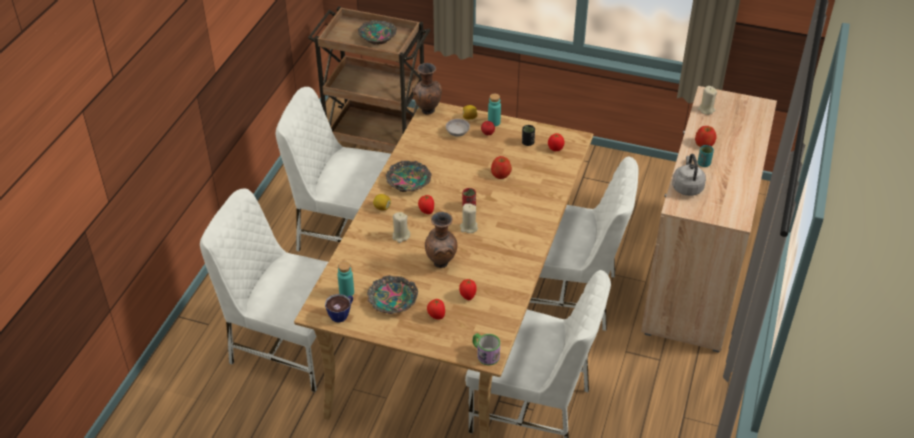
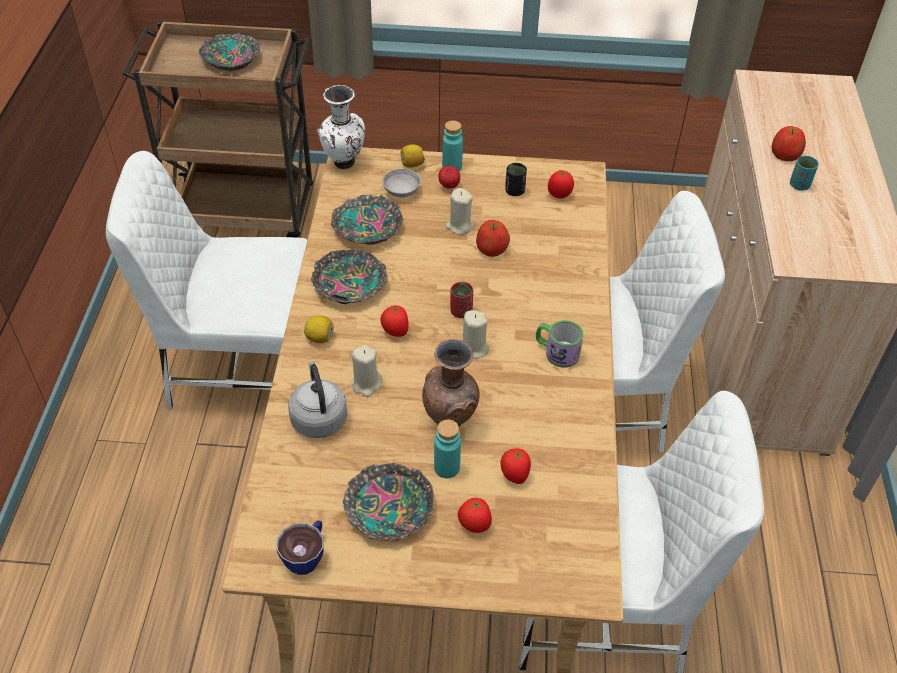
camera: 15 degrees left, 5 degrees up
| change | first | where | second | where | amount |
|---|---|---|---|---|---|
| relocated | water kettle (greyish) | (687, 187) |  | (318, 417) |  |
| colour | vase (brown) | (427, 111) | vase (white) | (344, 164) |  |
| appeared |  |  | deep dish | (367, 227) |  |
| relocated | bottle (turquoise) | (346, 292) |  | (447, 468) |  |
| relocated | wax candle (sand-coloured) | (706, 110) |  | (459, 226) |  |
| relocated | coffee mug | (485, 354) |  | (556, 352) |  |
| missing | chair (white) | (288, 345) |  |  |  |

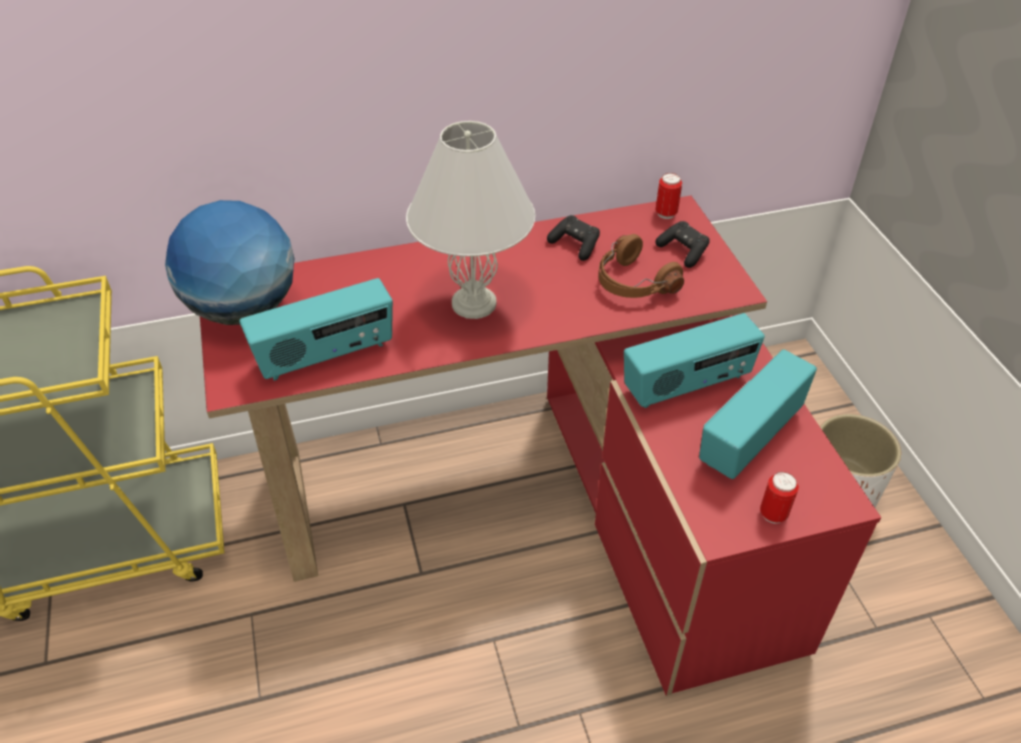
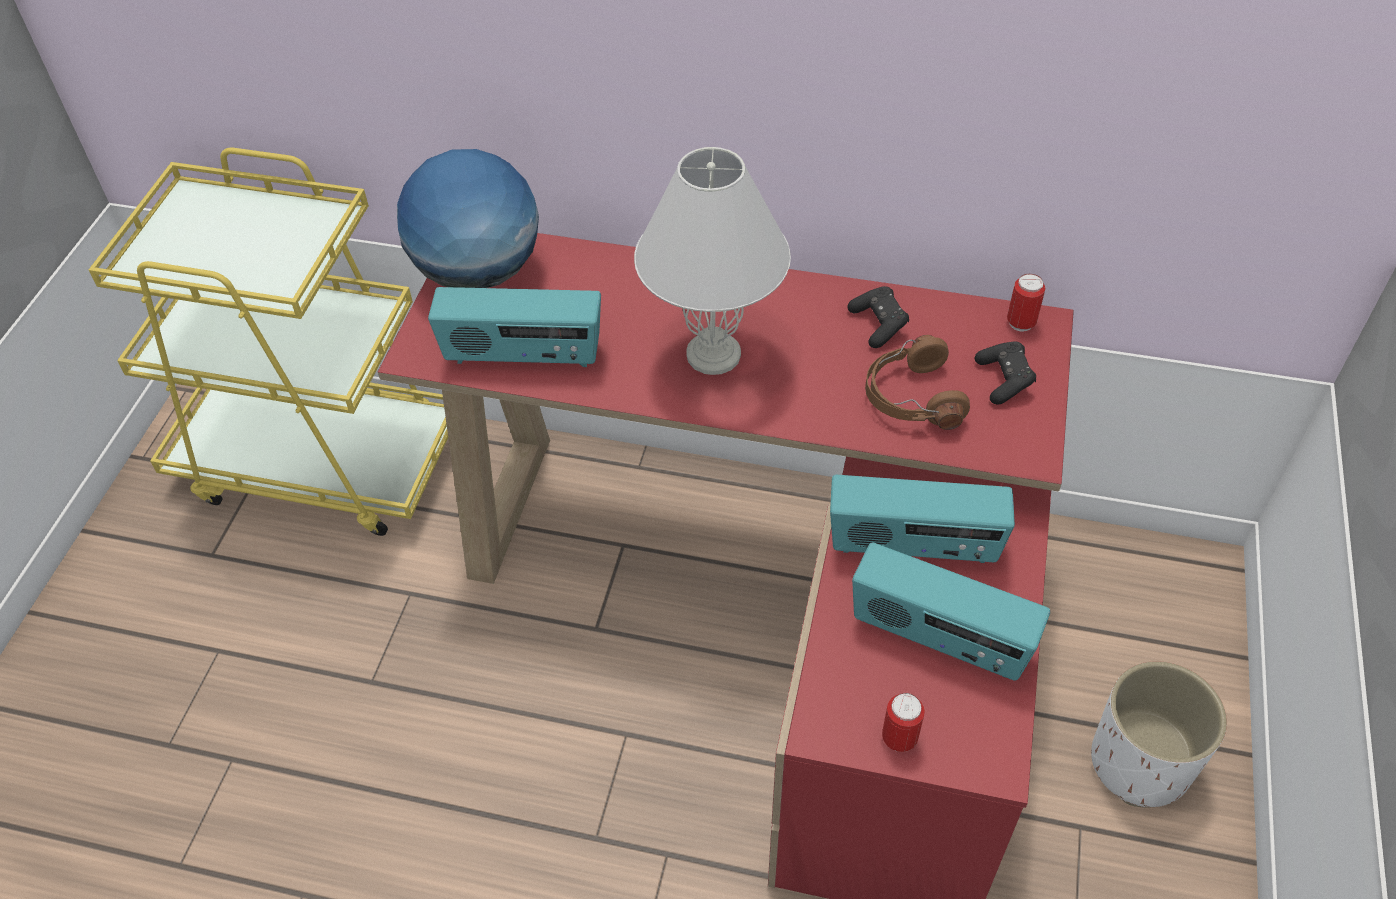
camera: 30 degrees right, 5 degrees up
| change | first | where | second | where | amount |
|---|---|---|---|---|---|
| spun | radio receiver | (748, 437) |  | (939, 638) | 135 degrees counterclockwise |

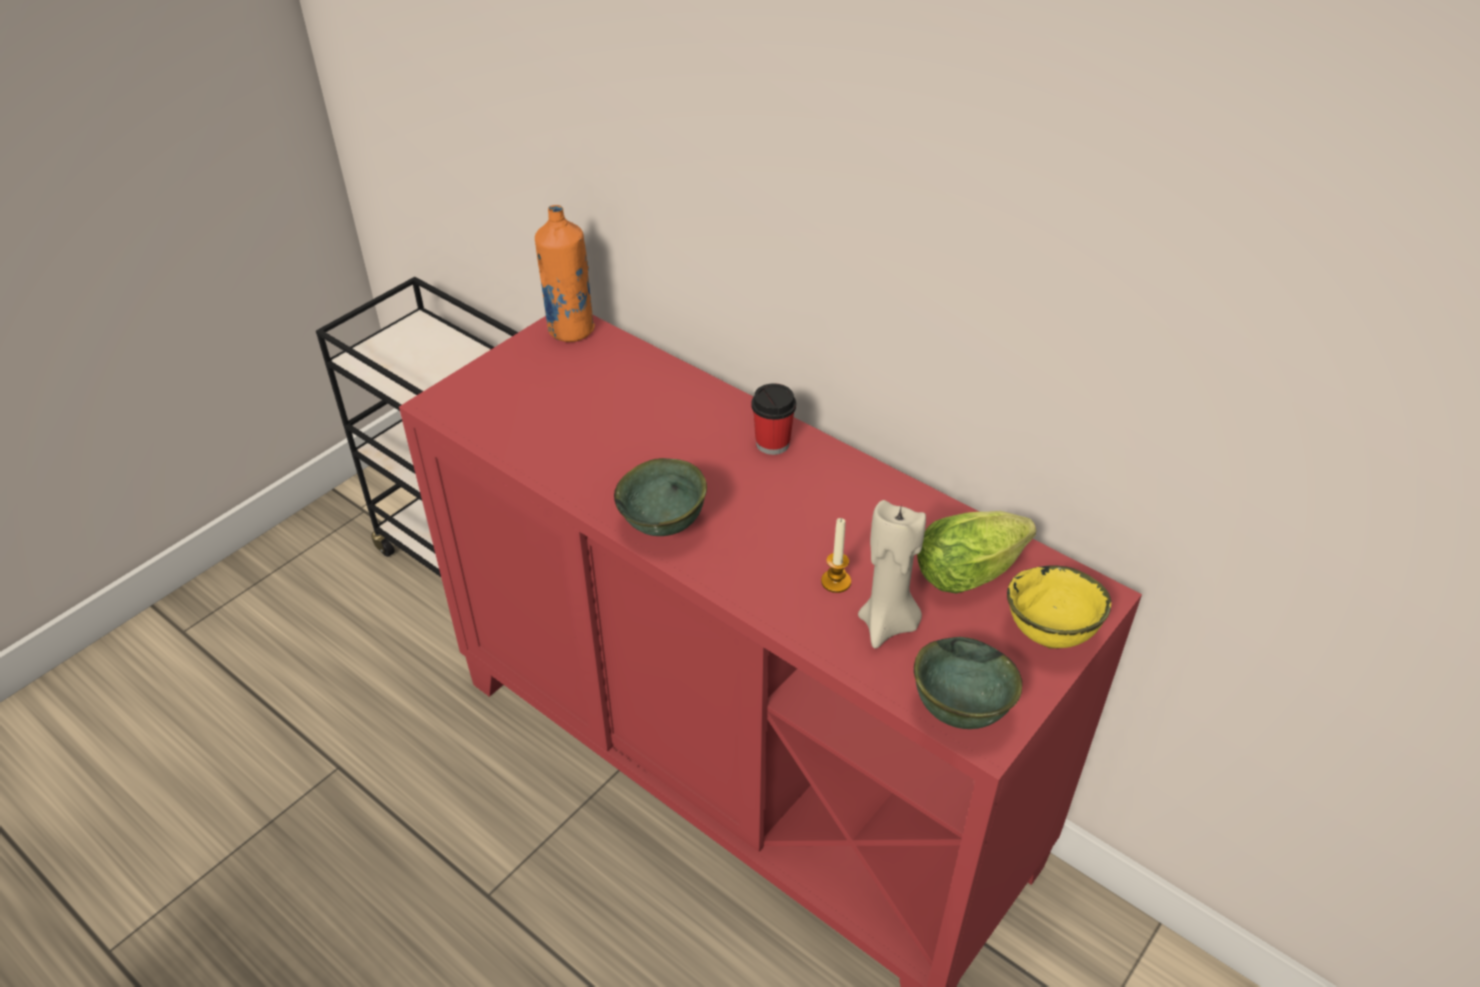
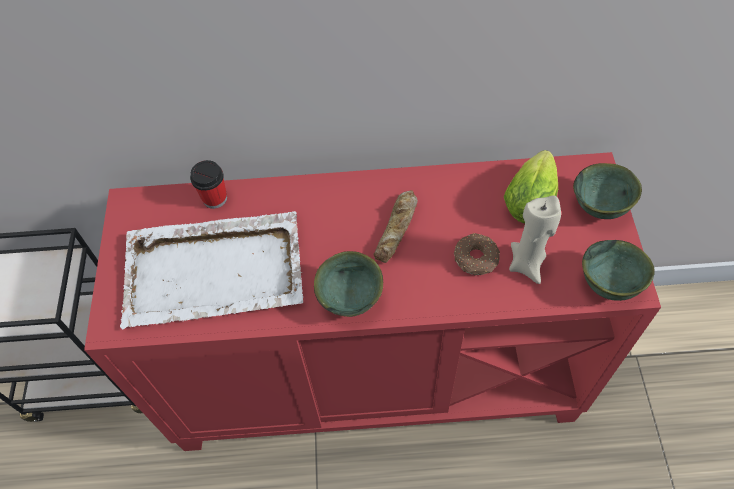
camera: 40 degrees left, 15 degrees up
| change | first | where | second | where | amount |
|---|---|---|---|---|---|
| appeared |  |  | serving tray (white) | (216, 271) |  |
| relocated | cup | (772, 443) |  | (215, 198) |  |
| appeared |  |  | baked bread | (397, 229) |  |
| exchanged | wax candle | (836, 581) | donut | (476, 259) |  |
| colour | deep dish (yellowish) | (1048, 635) | deep dish (greenish) | (599, 208) |  |
| missing | bottle (orange) | (570, 330) |  |  |  |

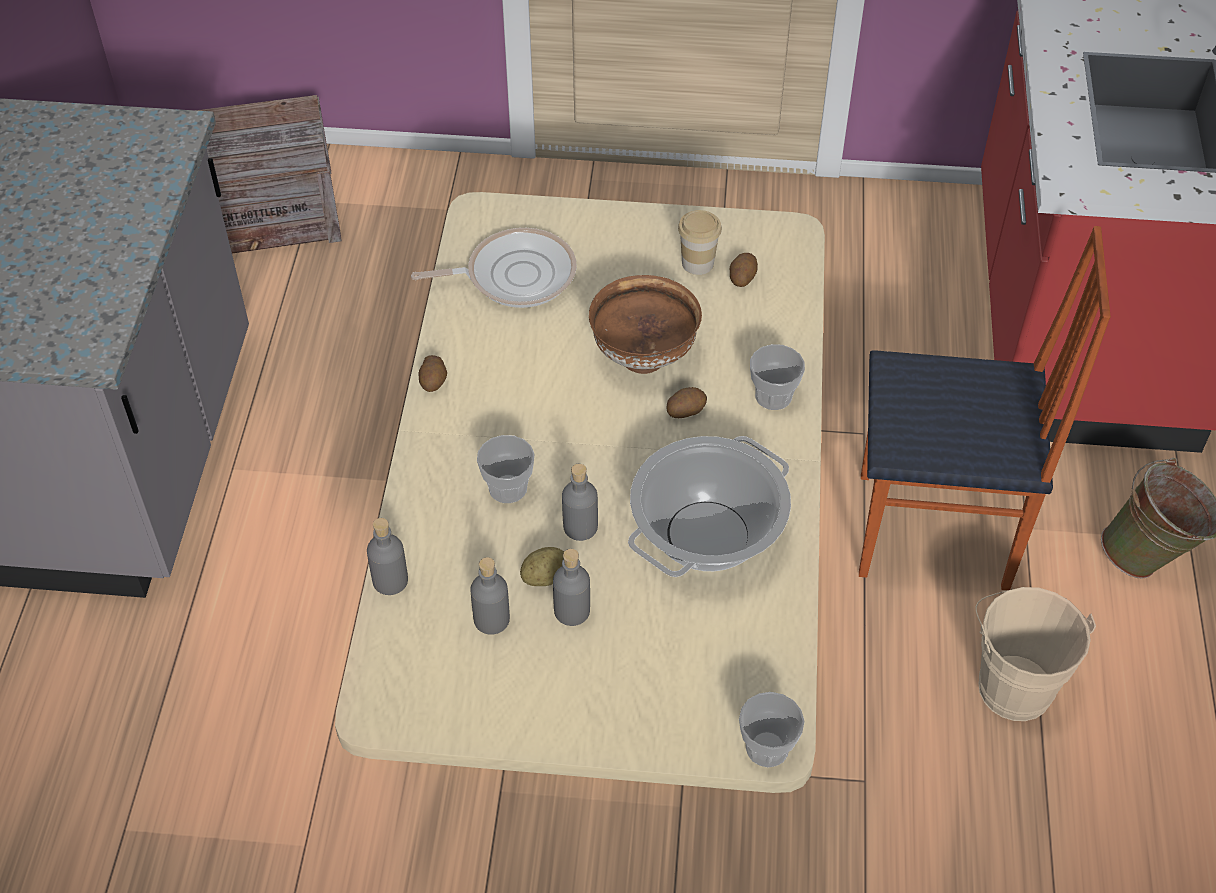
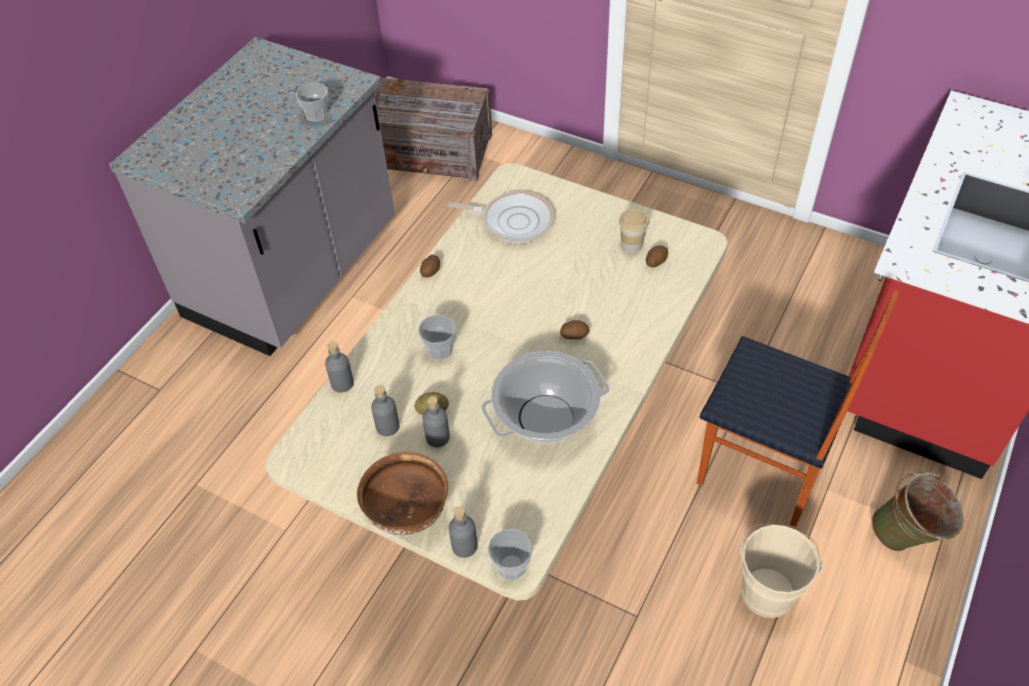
camera: 25 degrees right, 0 degrees up
| change | first | where | second | where | amount |
|---|---|---|---|---|---|
| relocated | cup | (773, 396) |  | (316, 115) |  |
| relocated | deep dish (brown) | (643, 356) |  | (407, 513) |  |
| relocated | bottle (greyish) | (580, 527) |  | (464, 546) |  |

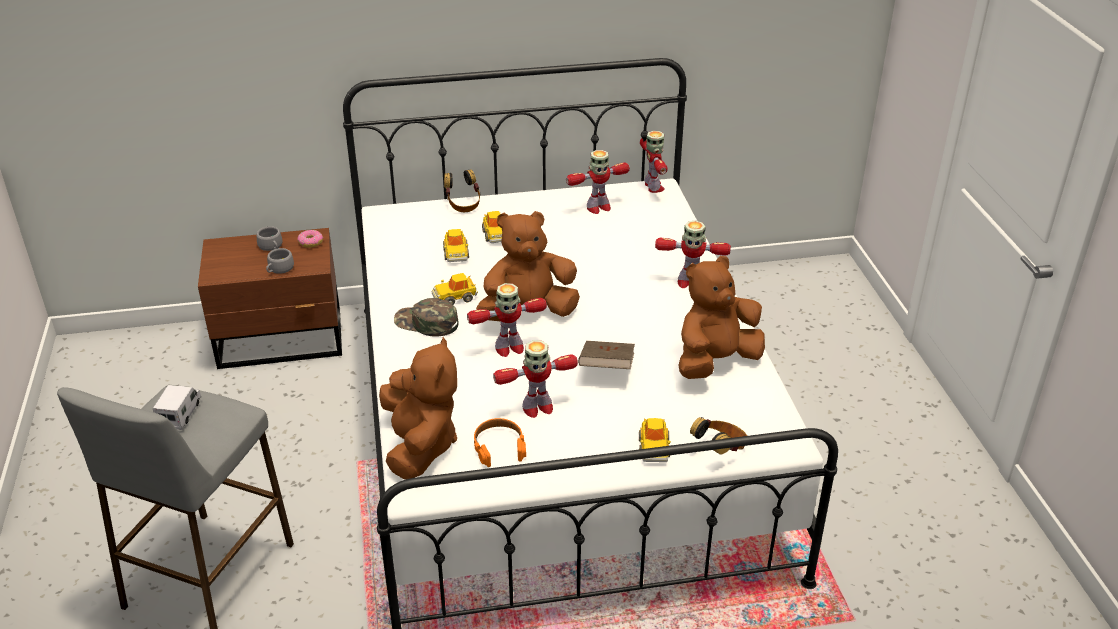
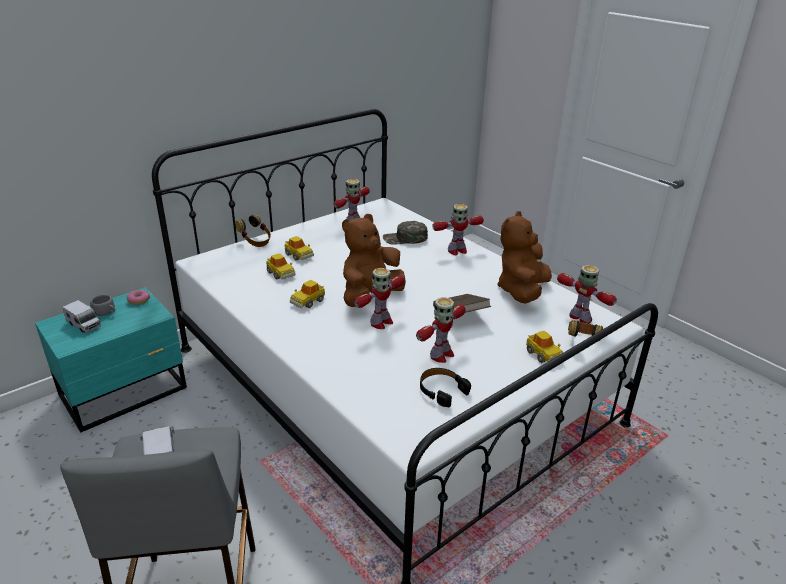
camera: 30 degrees left, 5 degrees down
| change | first | where | second | where | amount |
|---|---|---|---|---|---|
| colour | night table (brown) | (282, 340) | night table (turquoise) | (125, 392) |  |
| appeared |  |  | toy lorry | (84, 325) |  |
| relocated | peaked cap (greenish) | (426, 323) |  | (405, 238) |  |
| colour | headset (orange) | (499, 447) | headset (black) | (442, 390) |  |
| relocated | robot figure | (653, 187) |  | (581, 318) |  |
| missing | cup (greyish) | (279, 269) |  |  |  |
| missing | cuddly toy (brown) | (420, 446) |  |  |  |

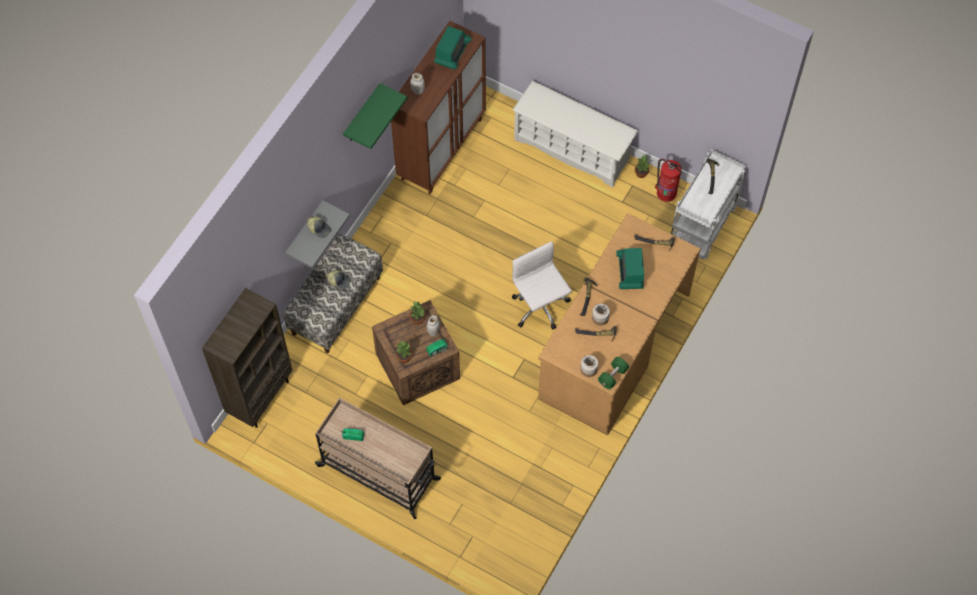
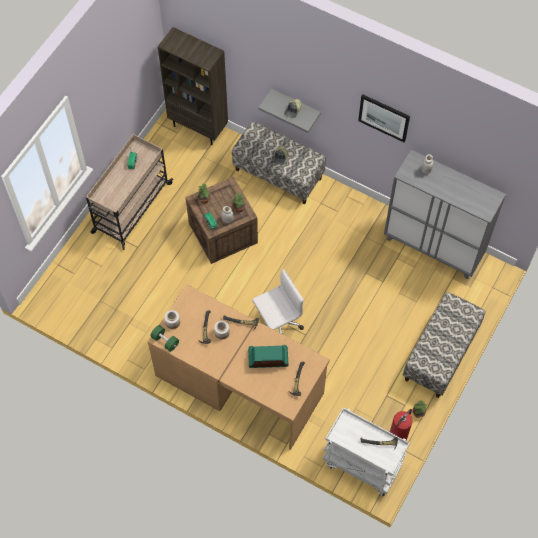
camera: 90 degrees right, 0 degrees up
| change | first | where | second | where | amount |
|---|---|---|---|---|---|
| exchanged | bracket shelf (greenish) | (362, 115) | wall art | (384, 117) |  |
| colour | cabinet (brown) | (441, 149) | cabinet (greyish) | (433, 248) |  |
| exchanged | shoe shelf (white) | (572, 149) | indoor bench | (440, 354) |  |
| missing | radio receiver | (452, 52) |  |  |  |

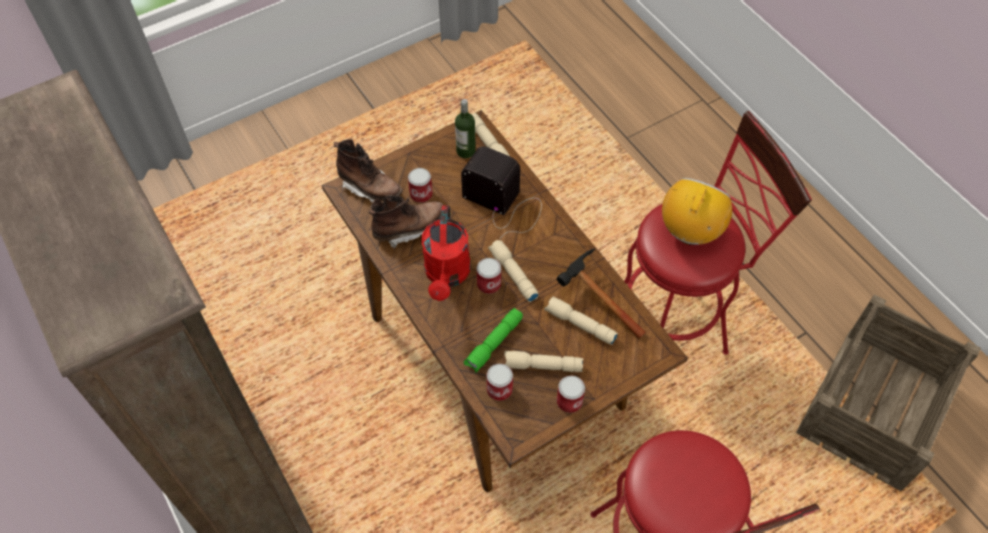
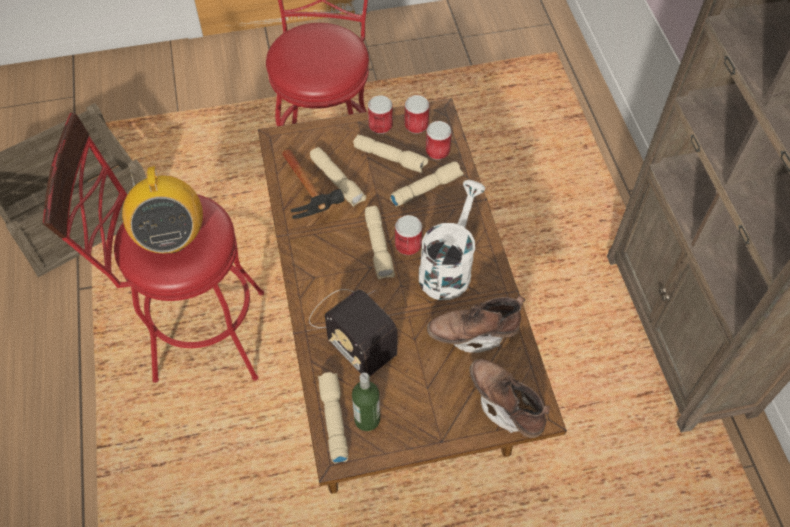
camera: 160 degrees left, 0 degrees up
| change | first | where | second | where | amount |
|---|---|---|---|---|---|
| spun | radio receiver | (690, 232) |  | (171, 238) | 60 degrees counterclockwise |
| colour | hand torch (greenish) | (494, 344) | hand torch (sand-coloured) | (426, 188) |  |
| relocated | sealed can | (421, 194) |  | (416, 125) |  |
| colour | watering can (reddish) | (447, 275) | watering can (white) | (448, 267) |  |

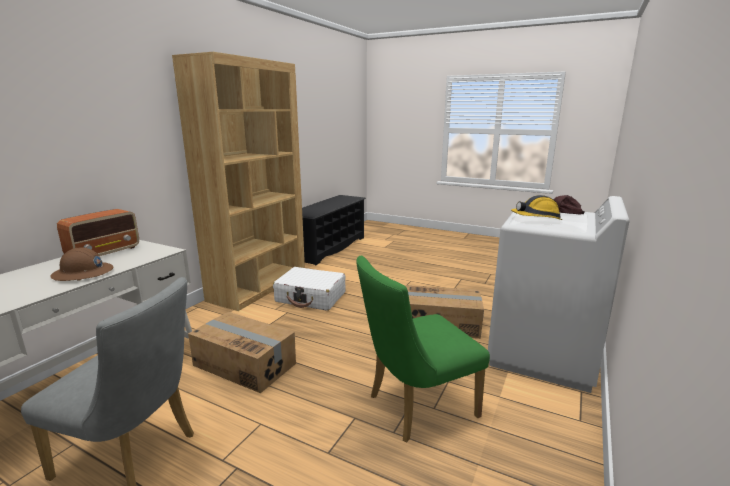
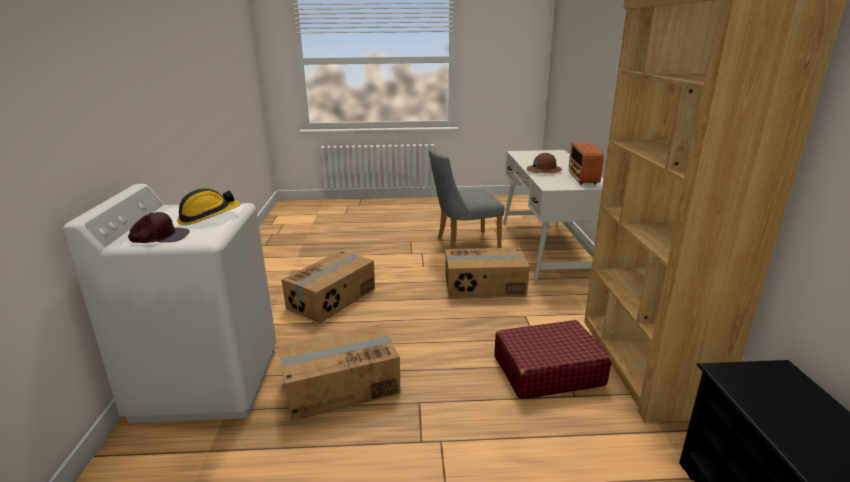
camera: 150 degrees right, 5 degrees up
| change | first | where | second | where | amount |
|---|---|---|---|---|---|
| exchanged | chair (greenish) | (415, 408) | packing box | (332, 298) |  |
| colour | piece of luggage (white) | (311, 297) | piece of luggage (reddish) | (547, 371) |  |

